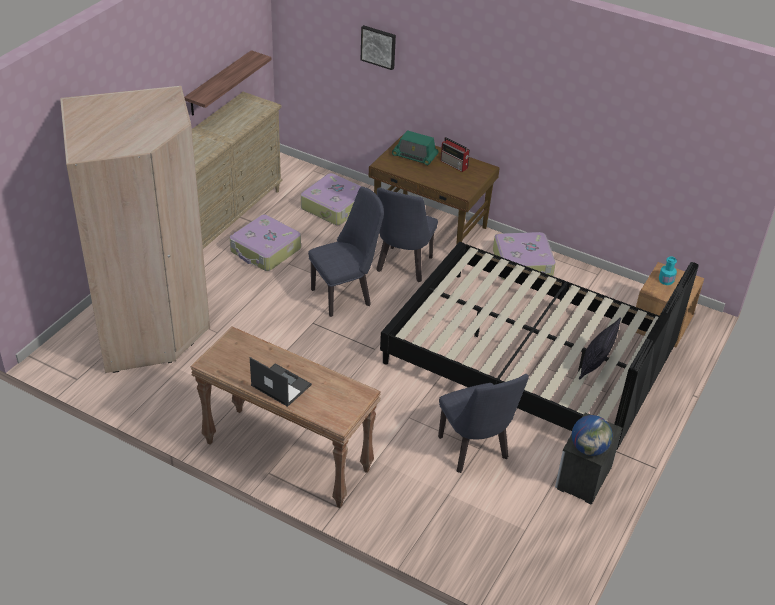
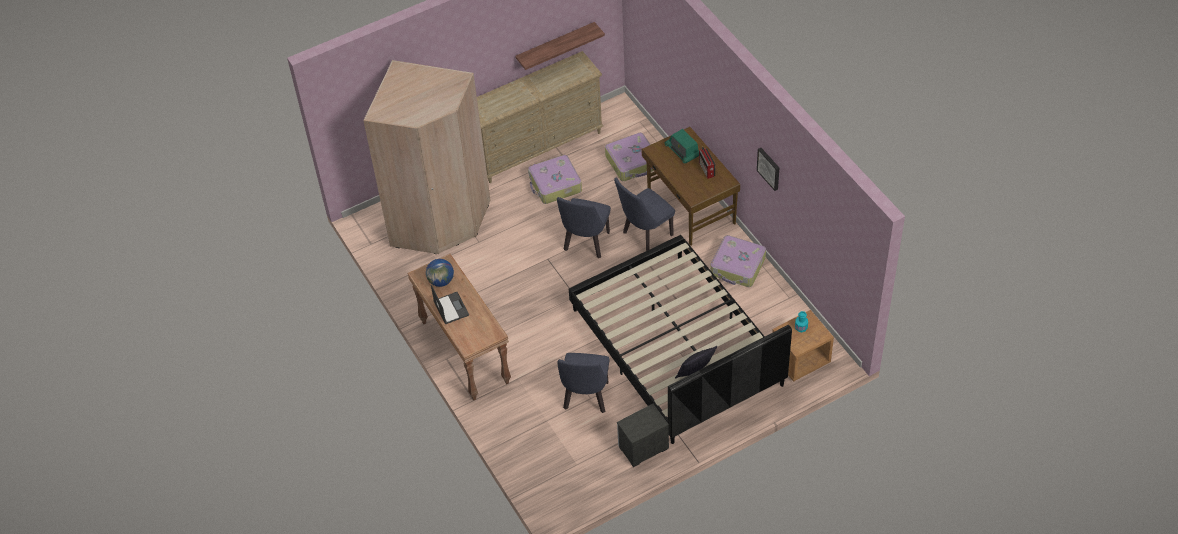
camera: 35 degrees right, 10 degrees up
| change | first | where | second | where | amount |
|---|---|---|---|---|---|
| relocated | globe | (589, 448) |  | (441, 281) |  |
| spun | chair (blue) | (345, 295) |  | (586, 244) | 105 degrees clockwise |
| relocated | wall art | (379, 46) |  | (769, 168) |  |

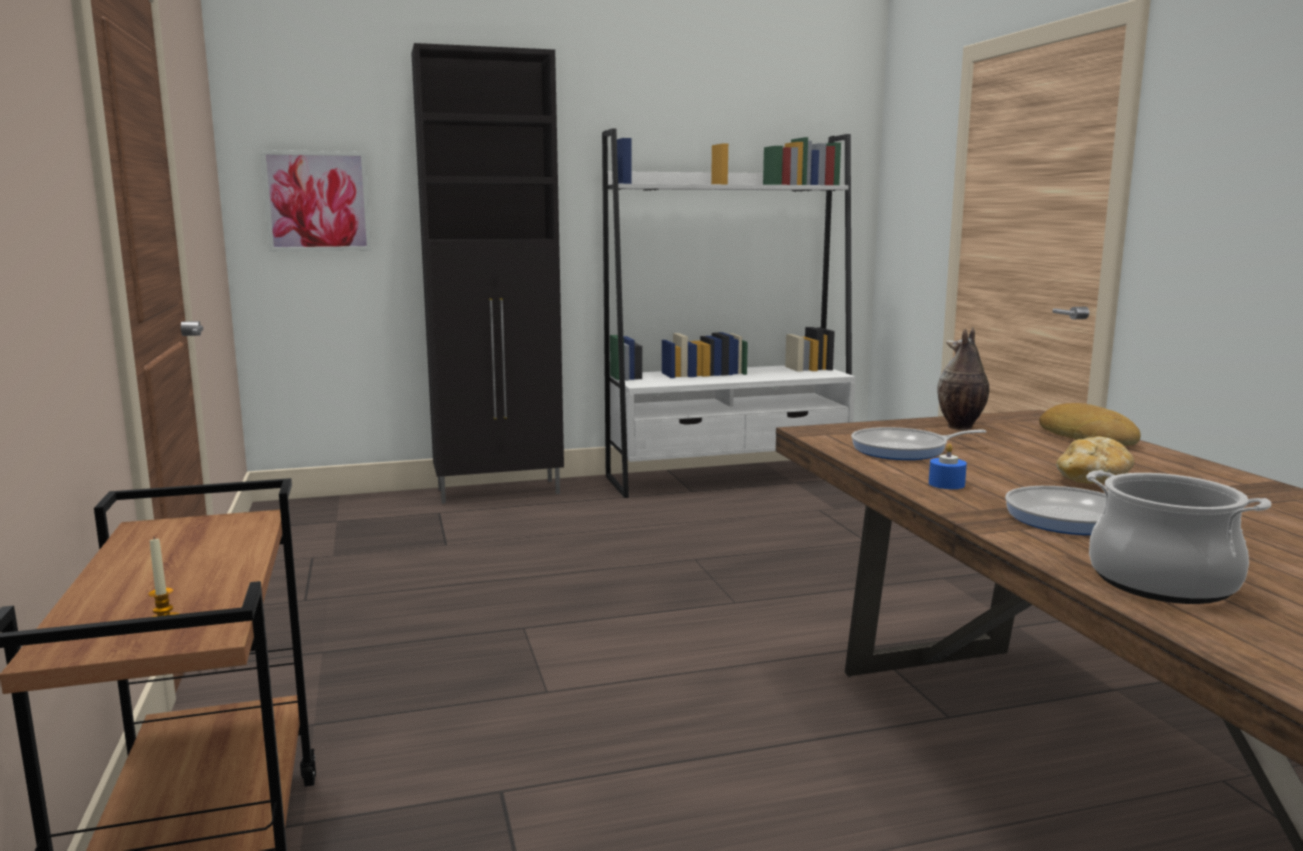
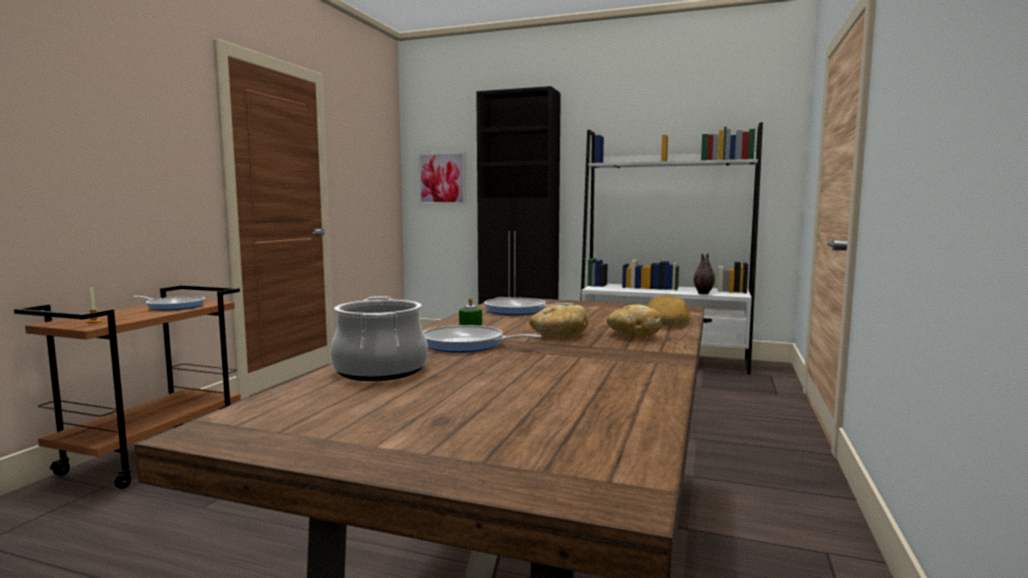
camera: 35 degrees right, 5 degrees down
| change | first | where | second | where | amount |
|---|---|---|---|---|---|
| appeared |  |  | skillet | (173, 306) |  |
| colour | wax candle (blue) | (946, 484) | wax candle (greenish) | (470, 324) |  |
| appeared |  |  | baked bread | (633, 335) |  |
| relocated | vase | (960, 427) |  | (703, 293) |  |

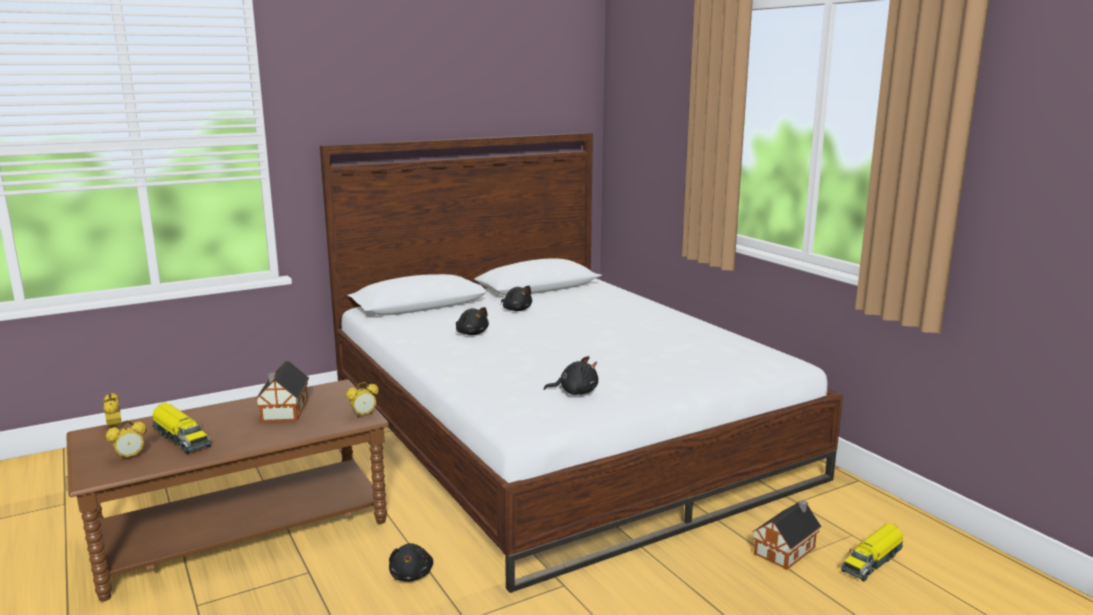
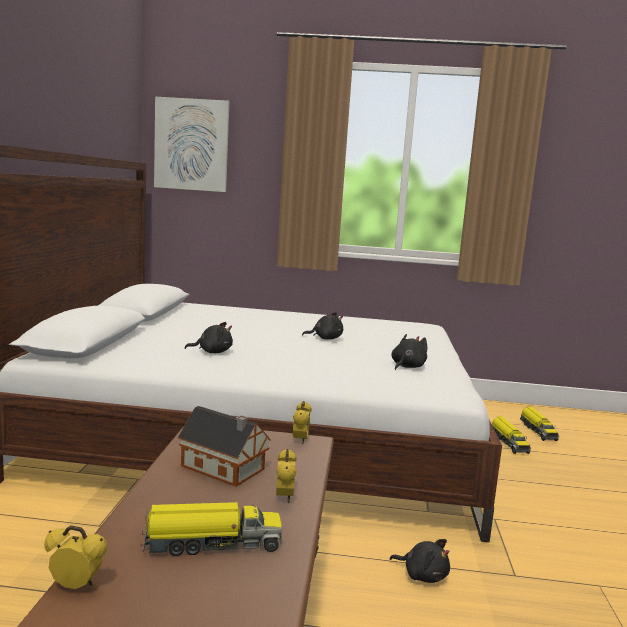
camera: 55 degrees left, 5 degrees down
| change | first | where | second | where | amount |
|---|---|---|---|---|---|
| appeared |  |  | wall art | (191, 145) |  |
| relocated | bedside clock | (130, 457) |  | (284, 497) |  |
| relocated | cuddly toy (black) | (516, 310) |  | (325, 338) |  |
| exchanged | miniature house | (786, 550) | toy lorry | (508, 442) |  |

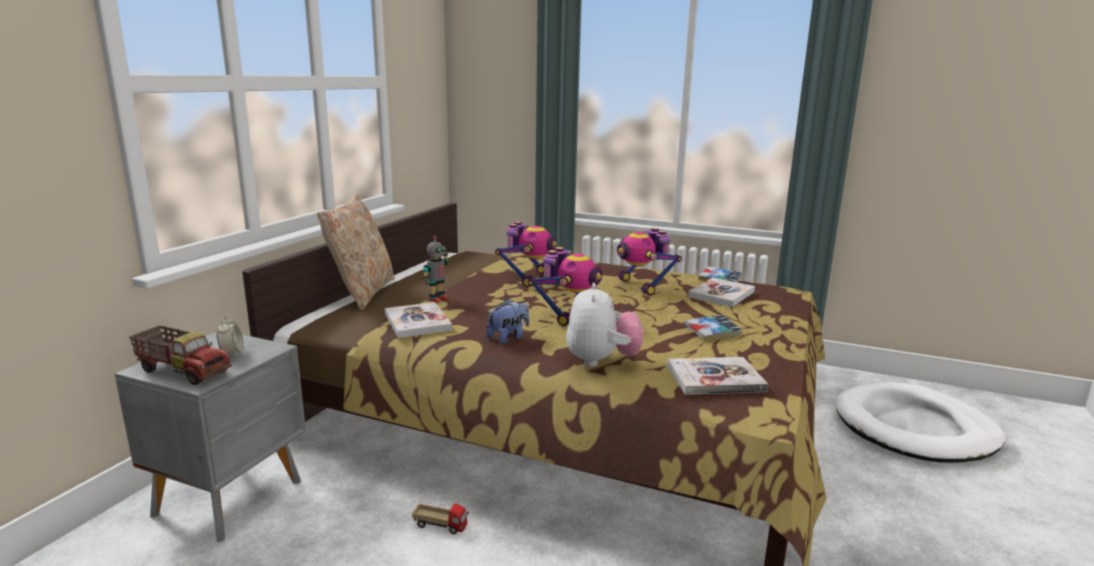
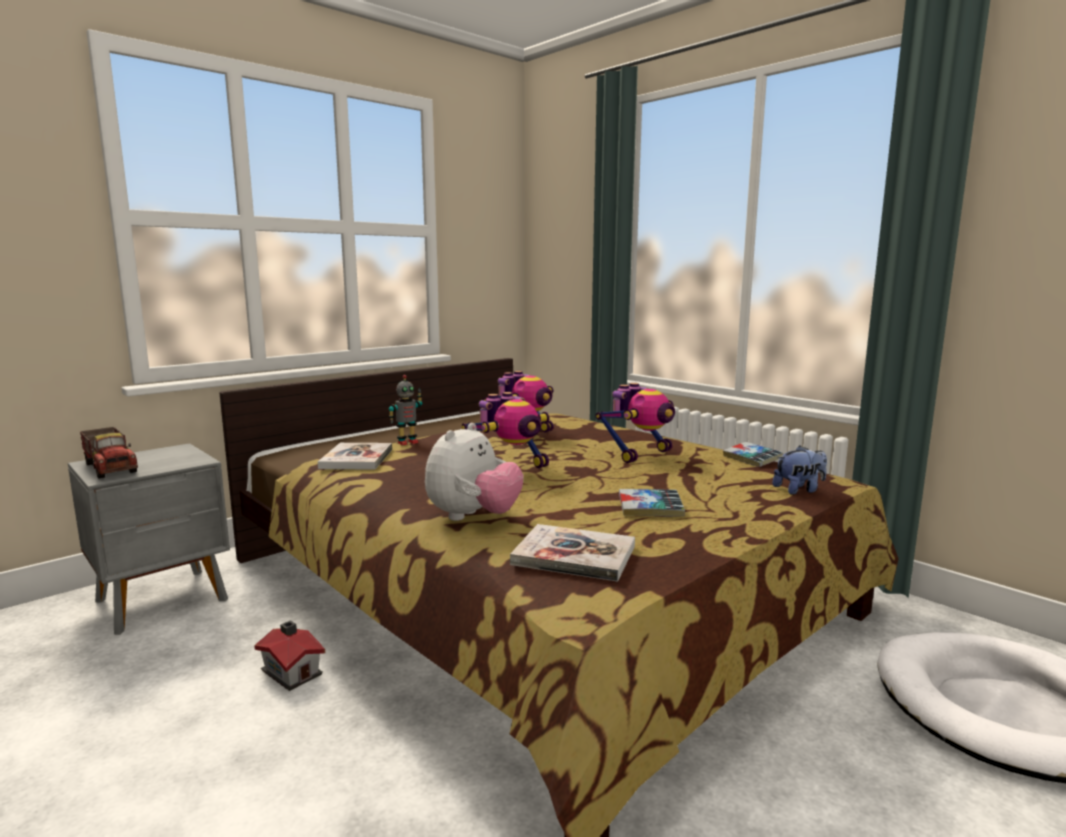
camera: 25 degrees right, 5 degrees down
| change | first | where | second | where | amount |
|---|---|---|---|---|---|
| exchanged | toy lorry | (441, 526) | miniature house | (292, 671) |  |
| spun | robot figure | (642, 286) |  | (639, 454) | 135 degrees counterclockwise |
| relocated | cuddly toy | (508, 337) |  | (799, 490) |  |
| missing | bedside clock | (232, 353) |  |  |  |
| missing | throw pillow (sand-coloured) | (362, 293) |  |  |  |
| missing | volume | (721, 294) |  |  |  |

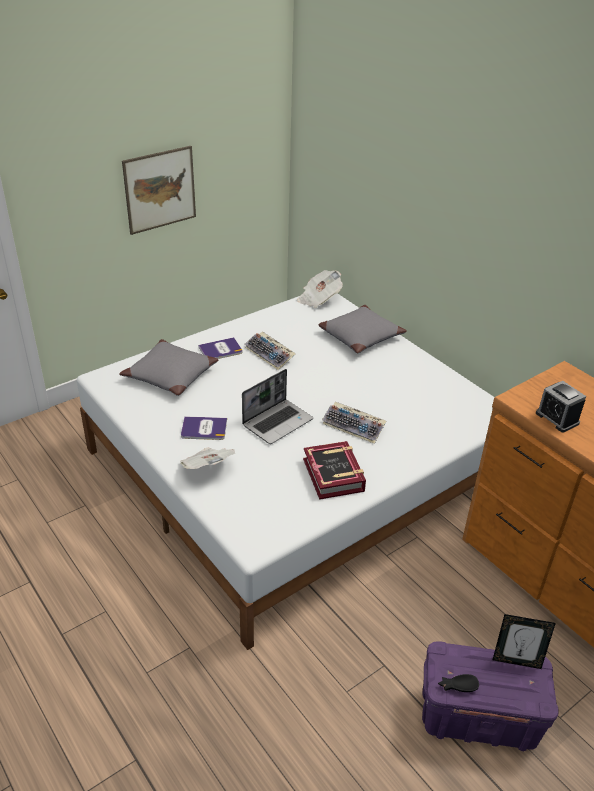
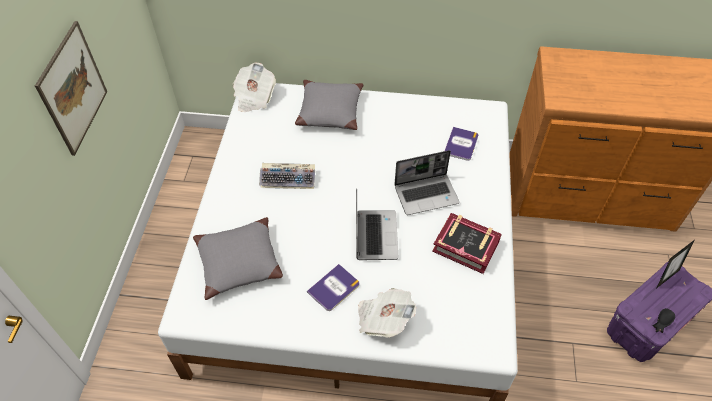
camera: 45 degrees left, 15 degrees up
| change | first | where | second | where | amount |
|---|---|---|---|---|---|
| exchanged | keyboard | (354, 426) | notebook computer | (426, 194) |  |
| relocated | volume | (220, 350) |  | (461, 144) |  |
| missing | bedside clock | (557, 418) |  |  |  |

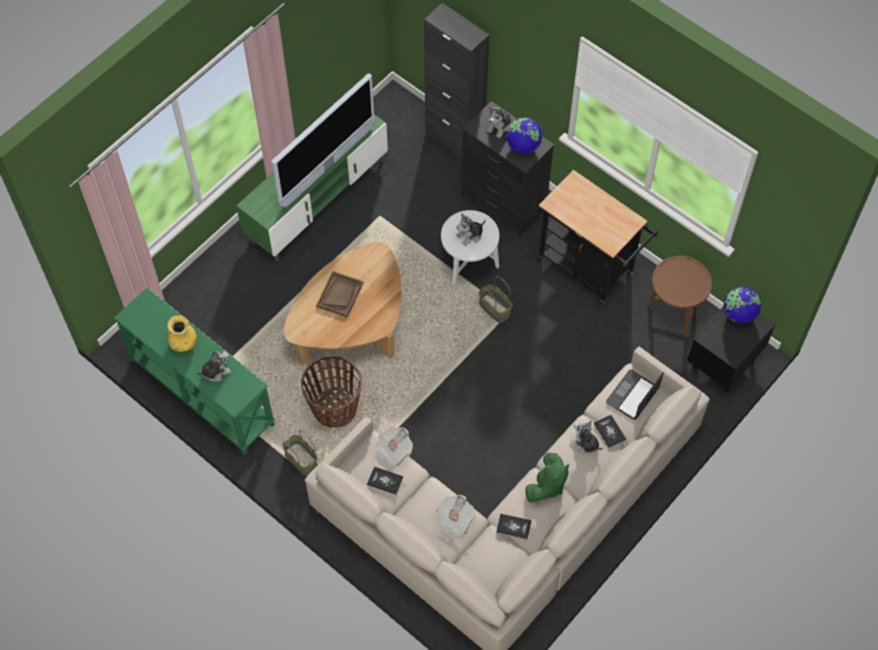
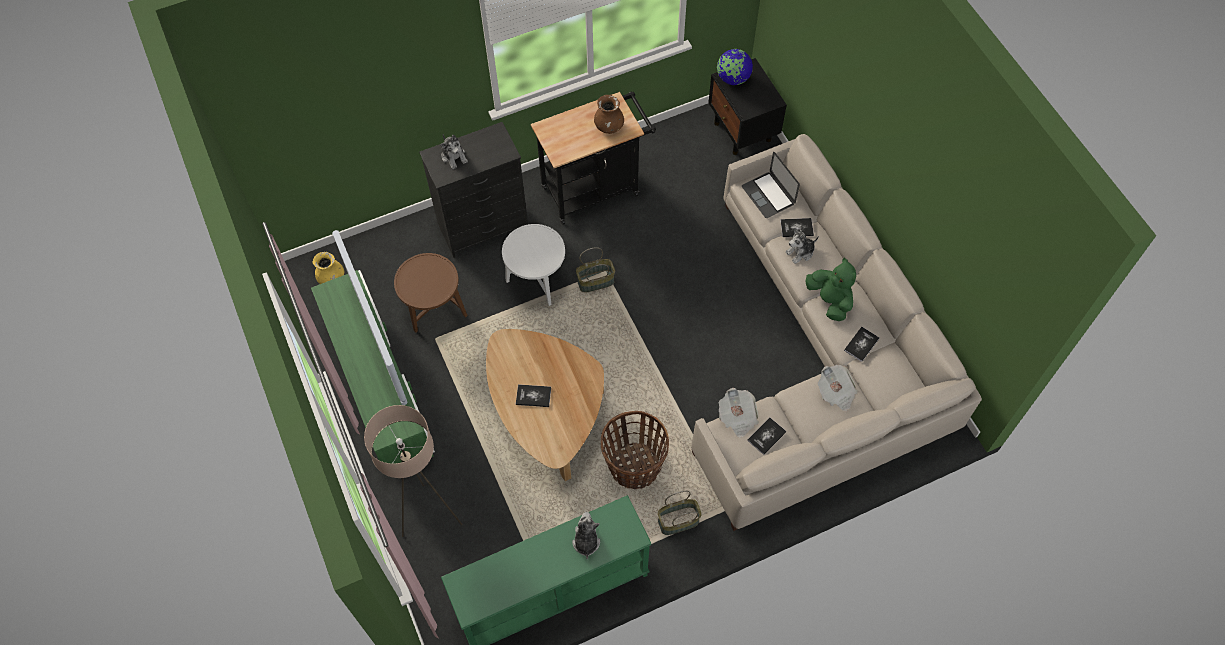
camera: 65 degrees left, 0 degrees up
| change | first | where | second | where | amount |
|---|---|---|---|---|---|
| relocated | vase (yellowish) | (183, 342) |  | (332, 278) |  |
| appeared |  |  | standing lamp (sand-coloured) | (429, 515) |  |
| relocated | accent table (brown) | (673, 311) |  | (435, 313) |  |
| exchanged | serving tray (brown) | (339, 294) | volume | (533, 396) |  |
| appeared |  |  | vase (brown) | (609, 127) |  |
| missing | cabinet (black) | (454, 140) |  |  |  |
| missing | cuddly toy | (470, 235) |  |  |  |
| missing | globe | (523, 146) |  |  |  |

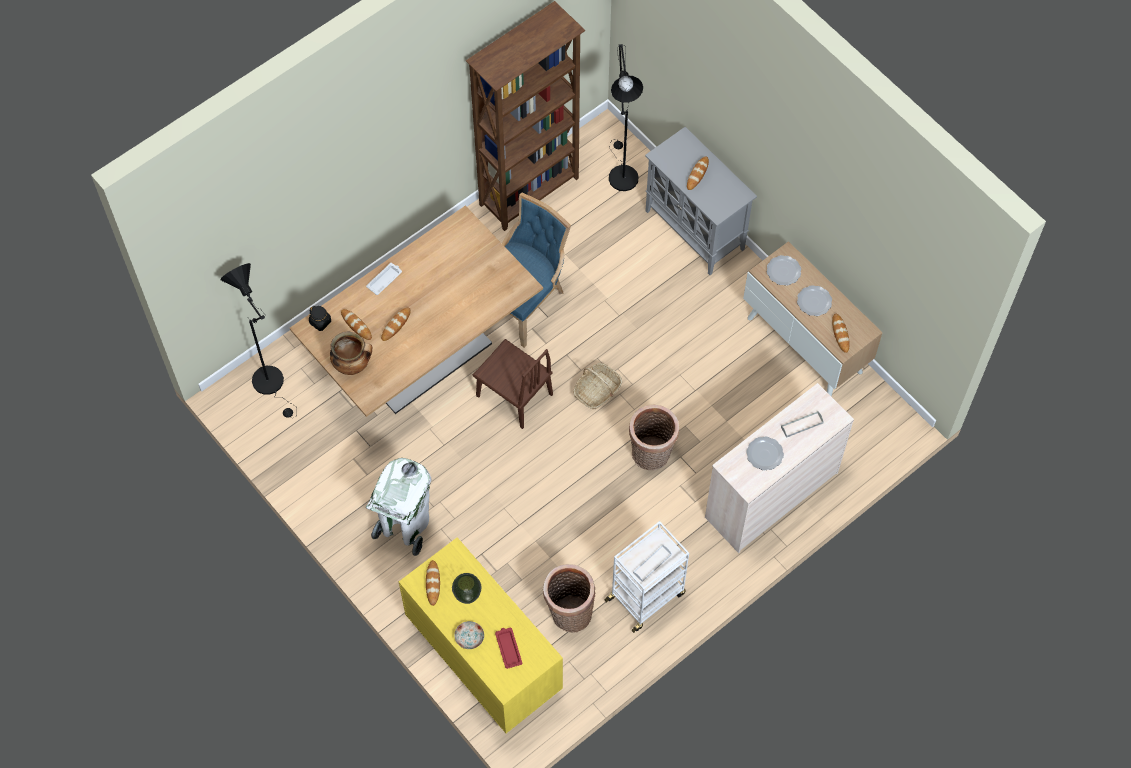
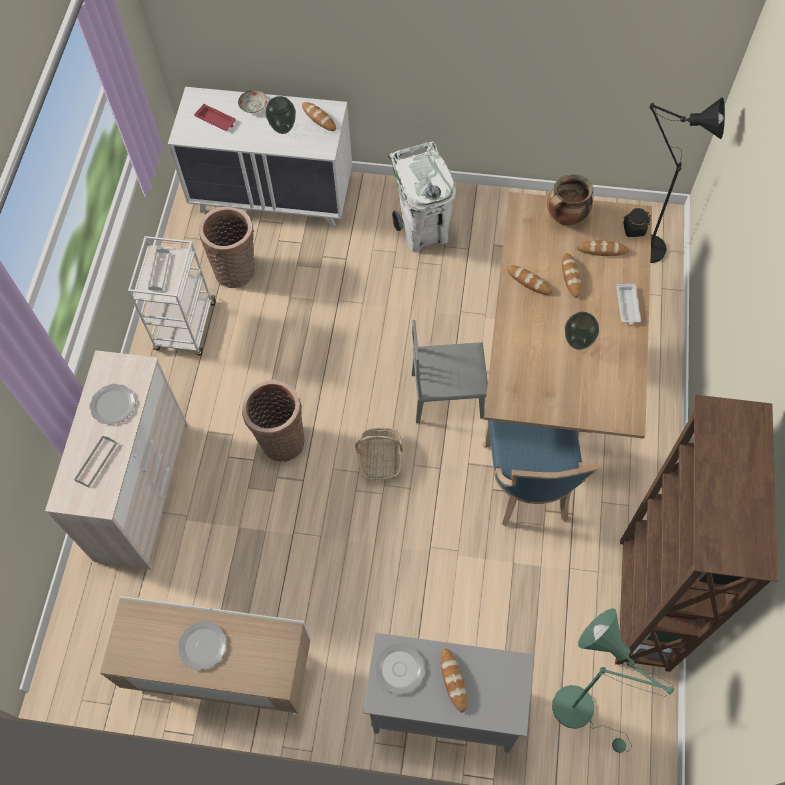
camera: 140 degrees right, 0 degrees up
| change | first | where | second | where | amount |
|---|---|---|---|---|---|
| colour | chest of drawers (yellowish) | (483, 657) | chest of drawers (white) | (273, 196) |  |
| relocated | plate | (783, 272) |  | (399, 668) |  |
| colour | chair (brown) | (514, 395) | chair (greyish) | (447, 395) |  |
| relocated | baked bread | (840, 334) |  | (529, 281) |  |
| colour | standing lamp (black) | (621, 173) | standing lamp (greenish) | (581, 711) |  |
| appeared |  |  | vase | (578, 343) |  |

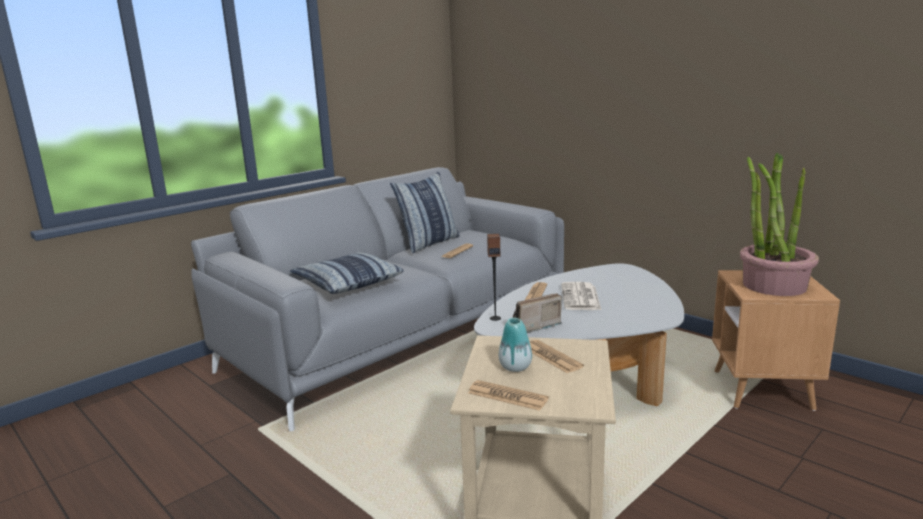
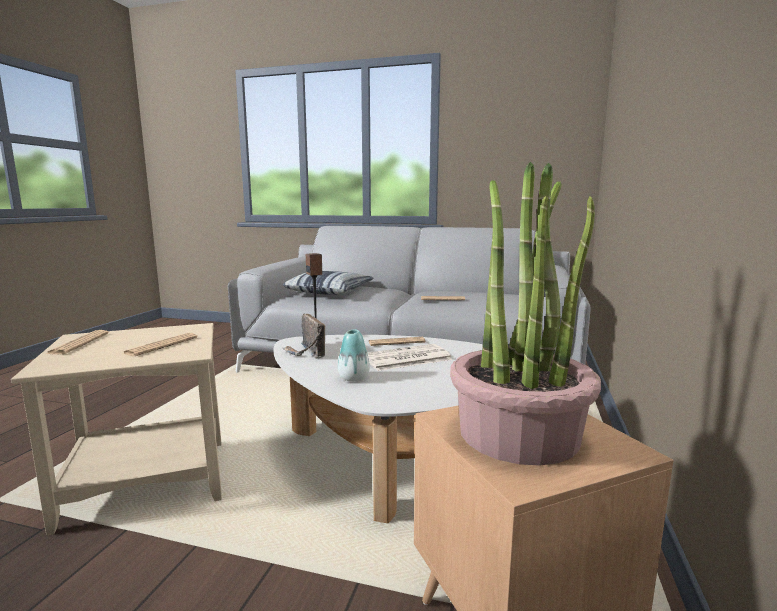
camera: 60 degrees right, 5 degrees down
| change | first | where | second | where | amount |
|---|---|---|---|---|---|
| spun | radio receiver | (533, 326) |  | (306, 353) | 150 degrees counterclockwise |
| relocated | vase | (515, 367) |  | (353, 378) |  |
| missing | throw pillow | (428, 243) |  |  |  |

